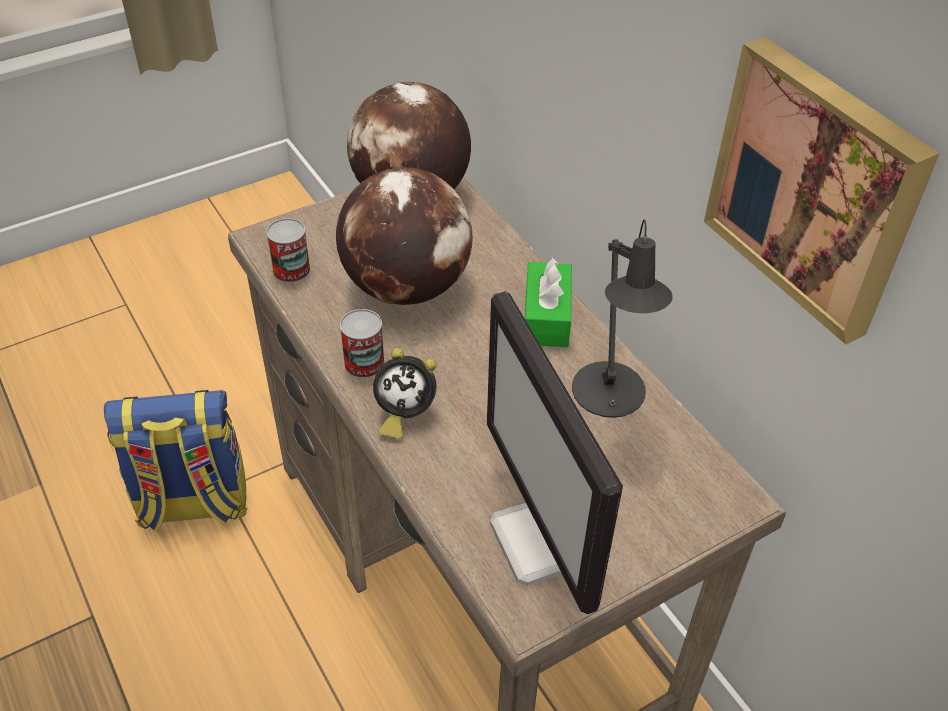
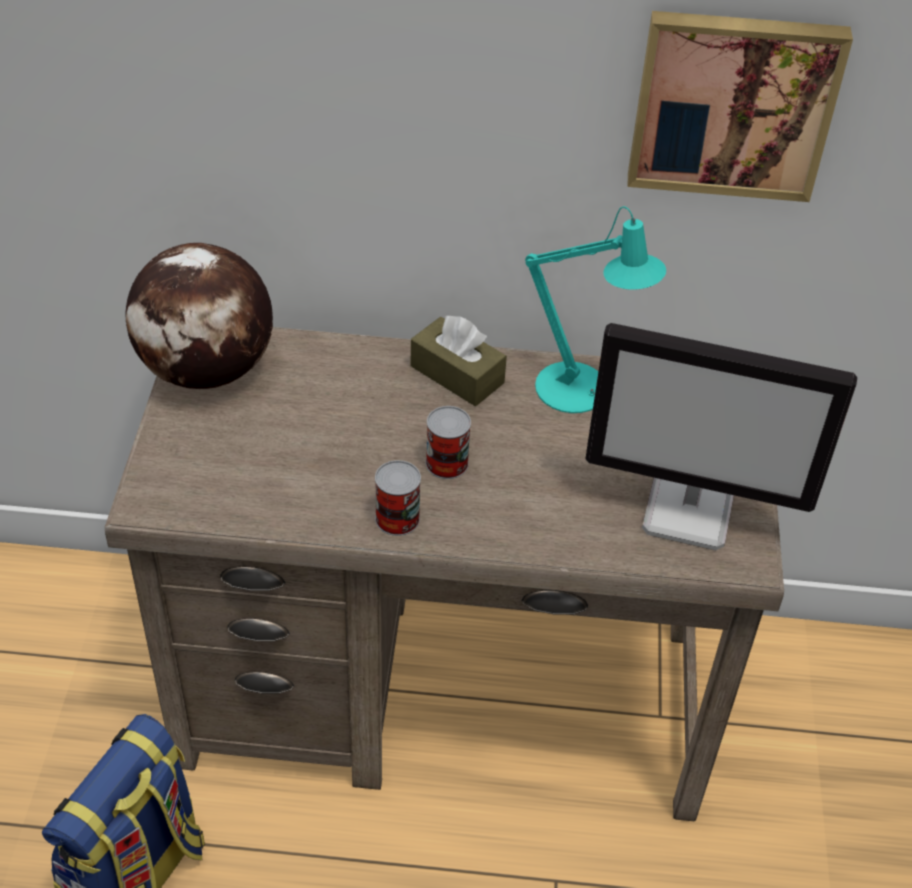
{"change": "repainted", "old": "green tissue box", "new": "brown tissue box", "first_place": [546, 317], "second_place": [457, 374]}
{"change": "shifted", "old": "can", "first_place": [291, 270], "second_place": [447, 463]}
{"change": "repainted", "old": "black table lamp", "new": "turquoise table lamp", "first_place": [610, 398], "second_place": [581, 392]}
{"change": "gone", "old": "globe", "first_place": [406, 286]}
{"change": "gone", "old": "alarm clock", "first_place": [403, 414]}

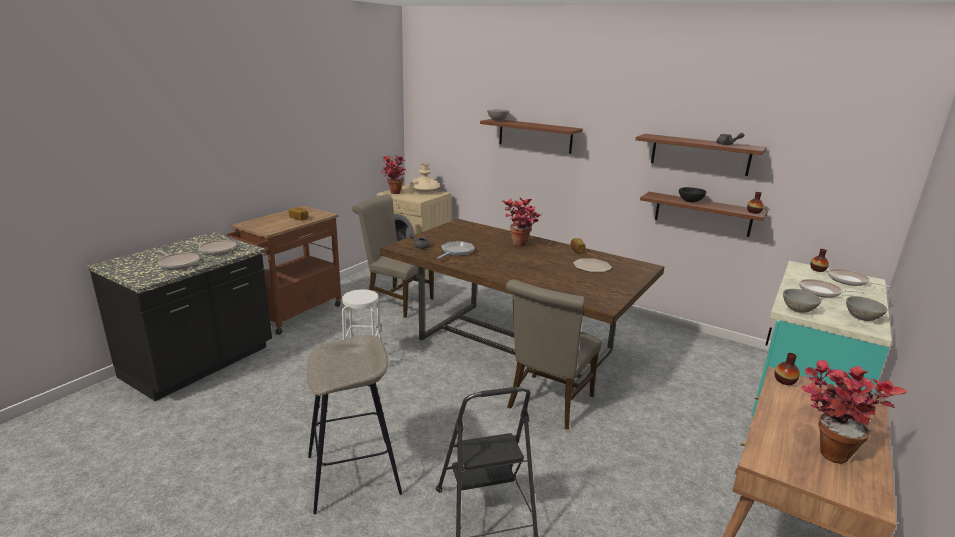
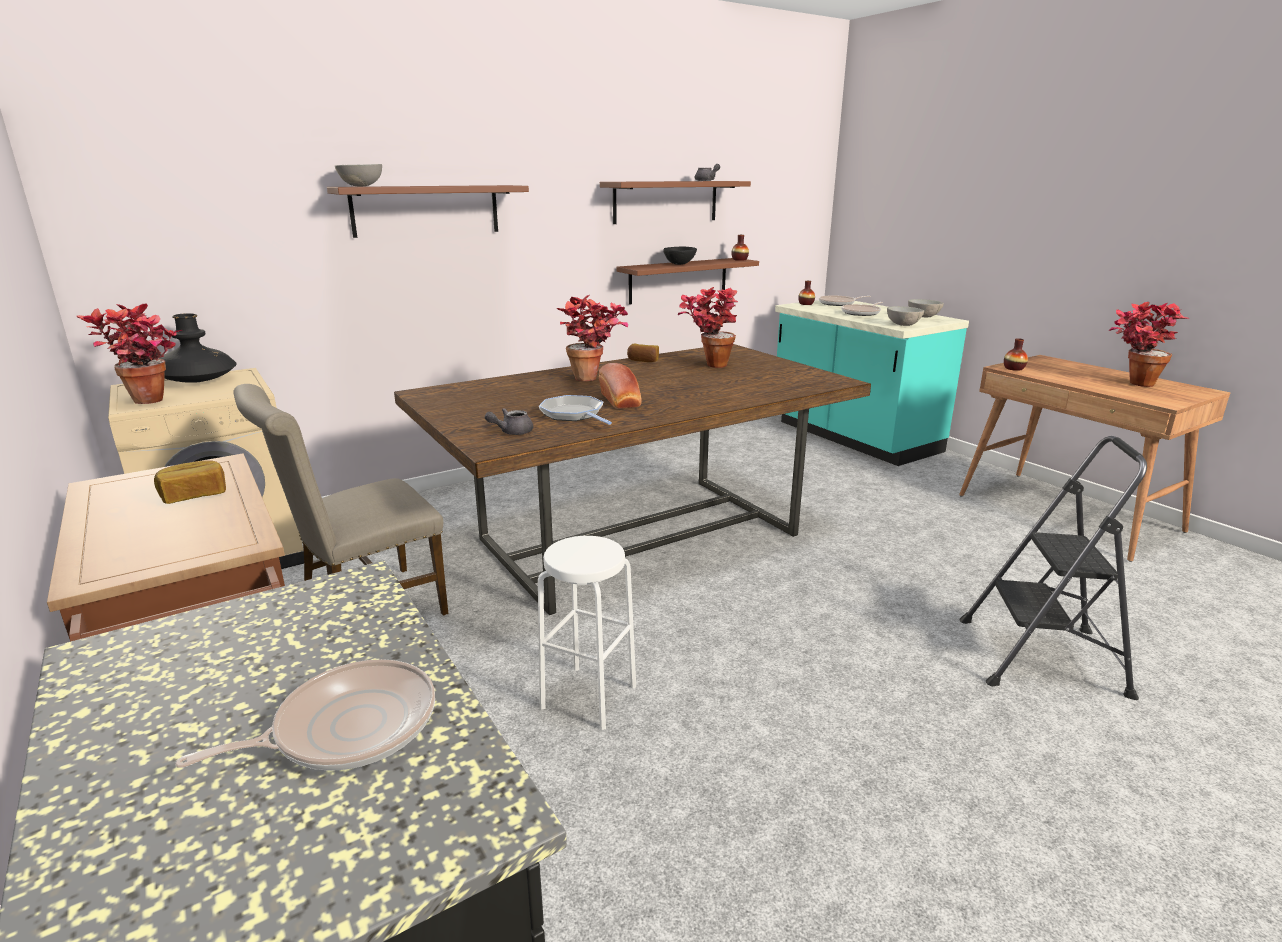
{"change": "repainted", "old": "beige vase", "new": "black vase", "first_place": [424, 191], "second_place": [197, 380]}
{"change": "new", "new": "bread", "second_place": [621, 401]}
{"change": "swapped", "old": "plate", "new": "potted plant", "first_place": [591, 266], "second_place": [708, 365]}
{"change": "gone", "old": "frying pan", "first_place": [216, 250]}
{"change": "gone", "old": "grey stool", "first_place": [353, 475]}
{"change": "gone", "old": "beige chair", "first_place": [548, 404]}

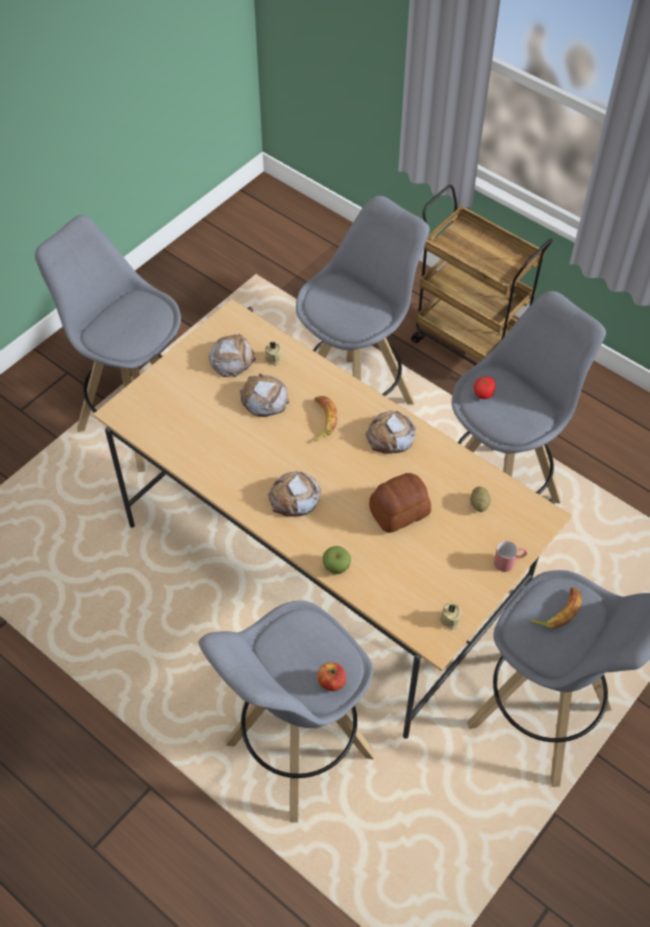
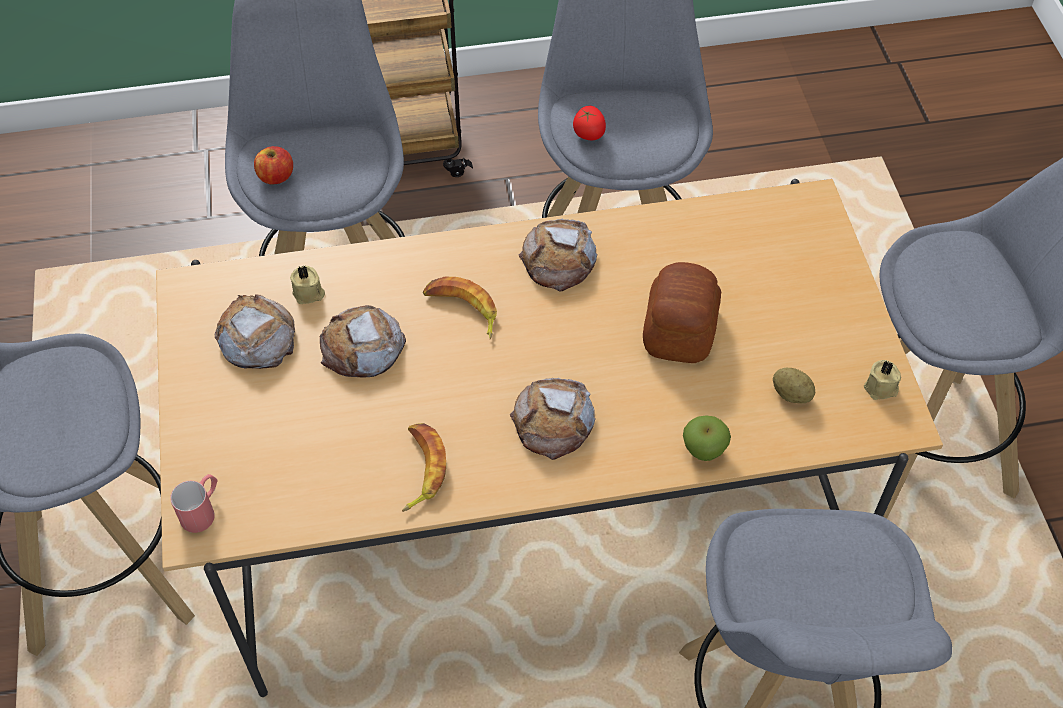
{"change": "shifted", "old": "red mug", "first_place": [509, 562], "second_place": [203, 510]}
{"change": "shifted", "old": "apple", "first_place": [331, 682], "second_place": [276, 176]}
{"change": "shifted", "old": "banana", "first_place": [558, 611], "second_place": [420, 469]}
{"change": "shifted", "old": "potato", "first_place": [479, 504], "second_place": [791, 394]}

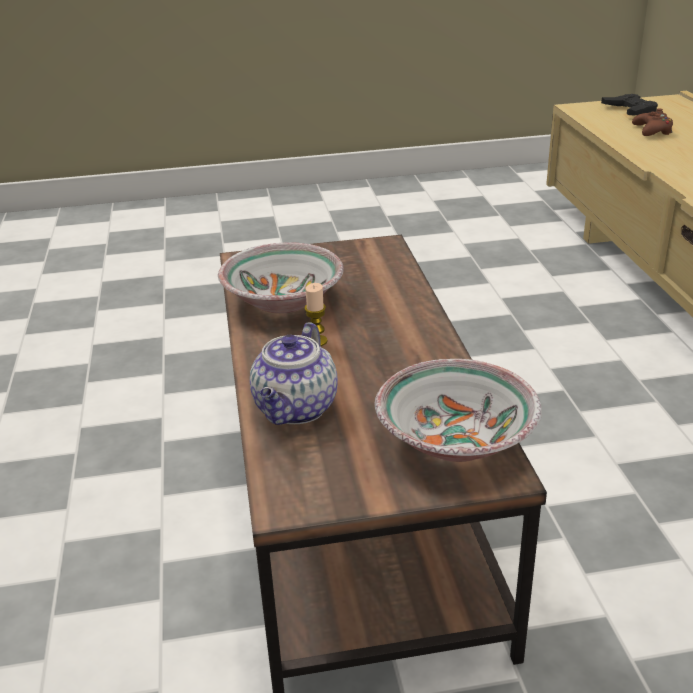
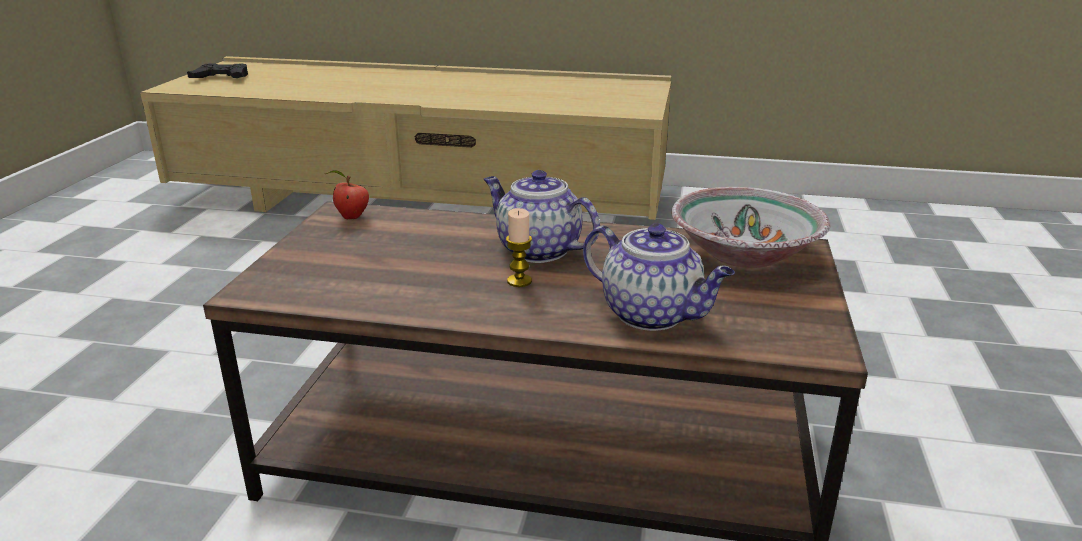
{"change": "new", "new": "apple", "second_place": [350, 217]}
{"change": "new", "new": "teapot", "second_place": [536, 250]}
{"change": "gone", "old": "bowl", "first_place": [284, 300]}
{"change": "gone", "old": "brown game controller", "first_place": [652, 131]}

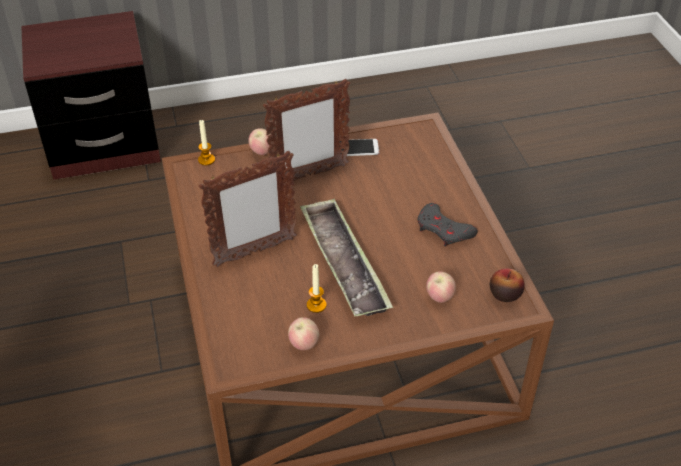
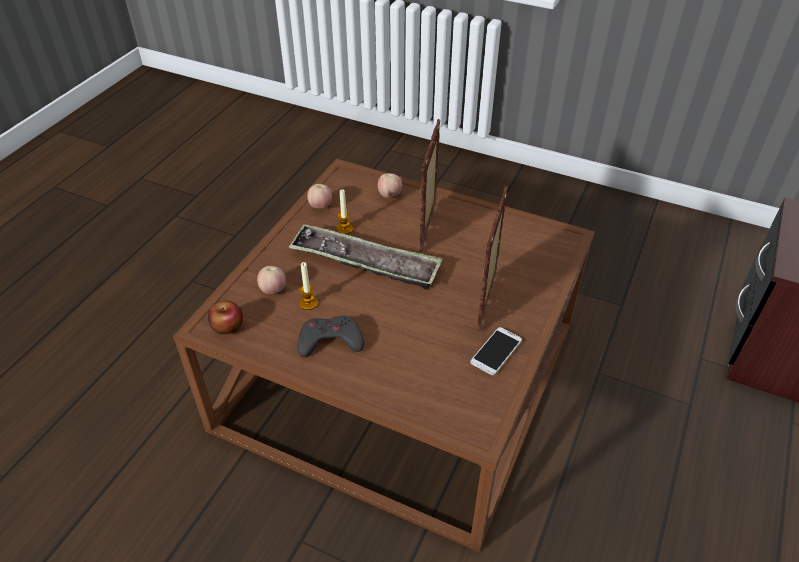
{"change": "shifted", "old": "candle", "first_place": [206, 160], "second_place": [308, 303]}
{"change": "shifted", "old": "apple", "first_place": [261, 152], "second_place": [389, 195]}

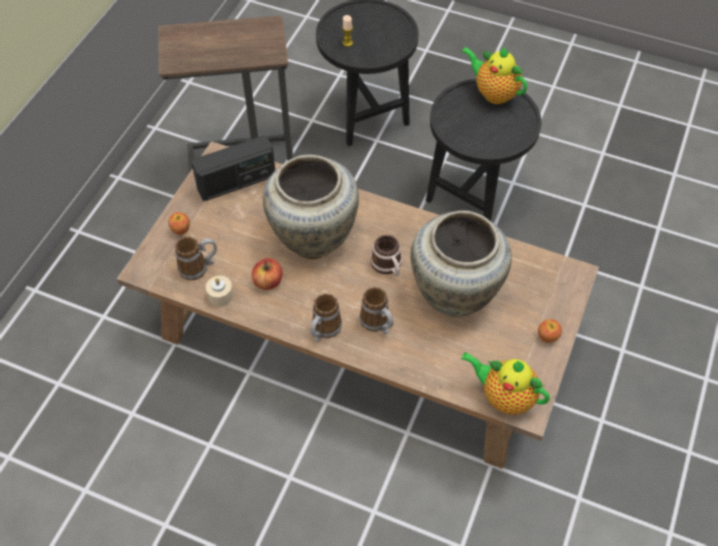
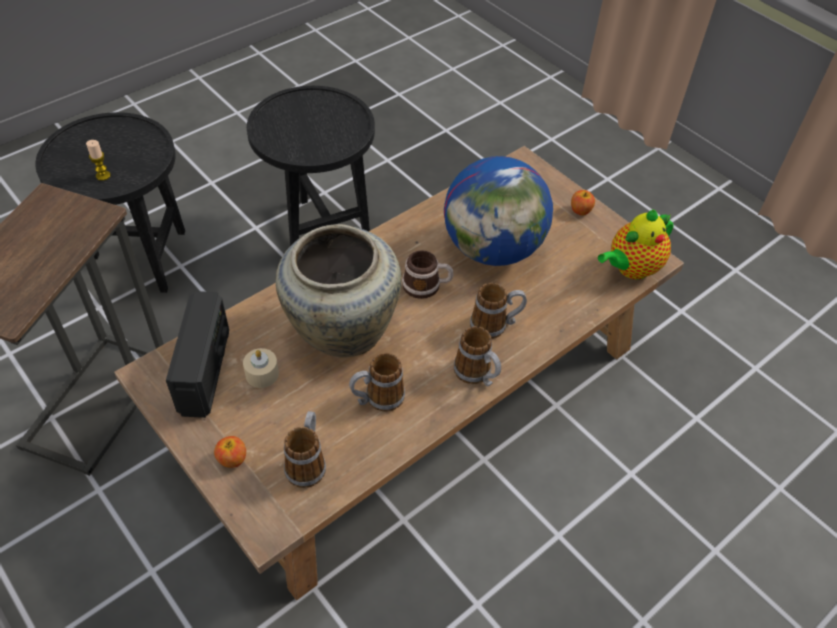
{"change": "shifted", "old": "beige candle", "first_place": [220, 295], "second_place": [262, 374]}
{"change": "swapped", "old": "apple", "new": "mug", "first_place": [268, 282], "second_place": [377, 399]}
{"change": "swapped", "old": "beige vase", "new": "globe", "first_place": [456, 292], "second_place": [493, 249]}
{"change": "gone", "old": "teapot", "first_place": [493, 93]}

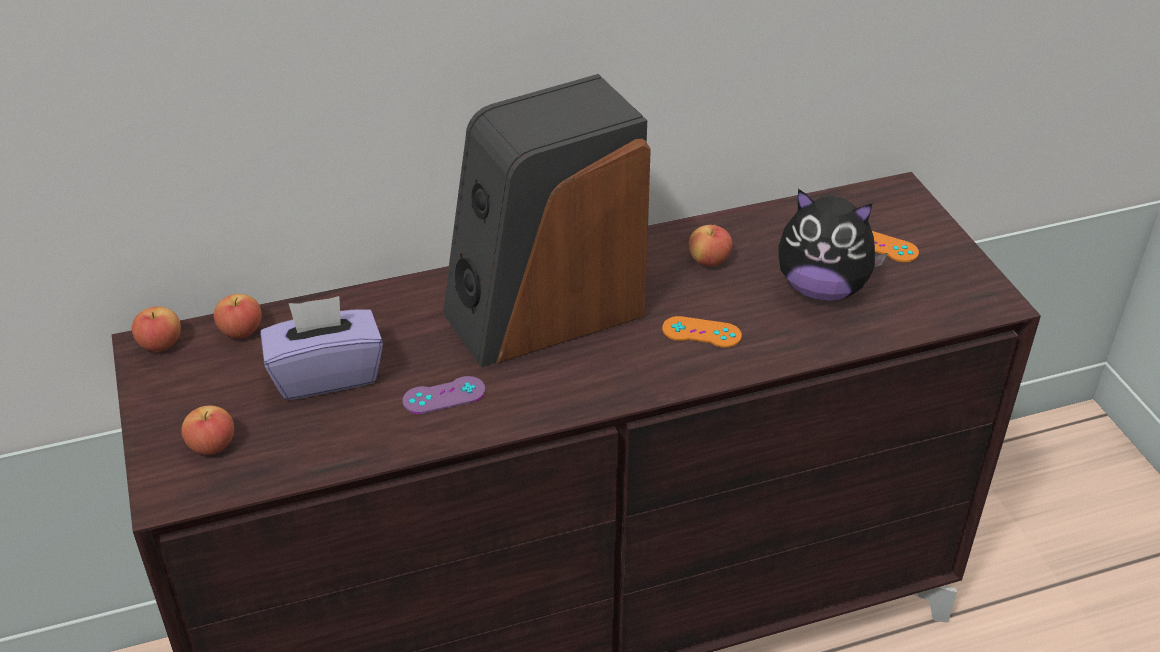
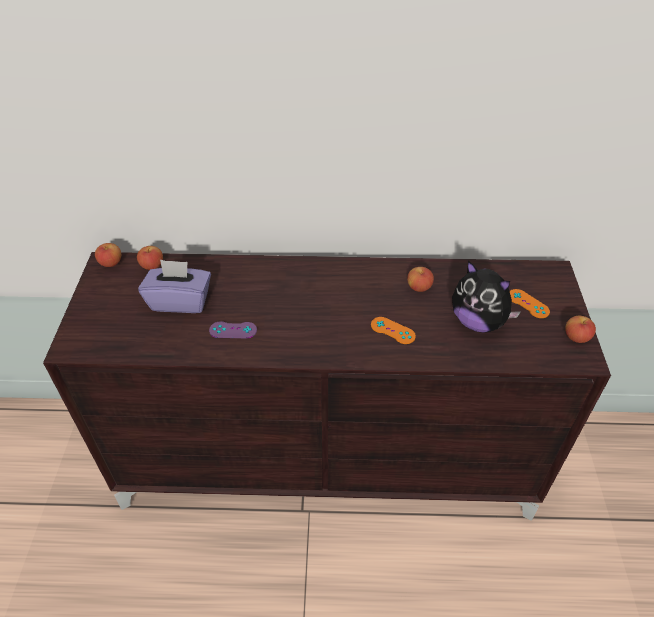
{"change": "shifted", "old": "apple", "first_place": [212, 445], "second_place": [576, 337]}
{"change": "gone", "old": "speaker", "first_place": [544, 311]}

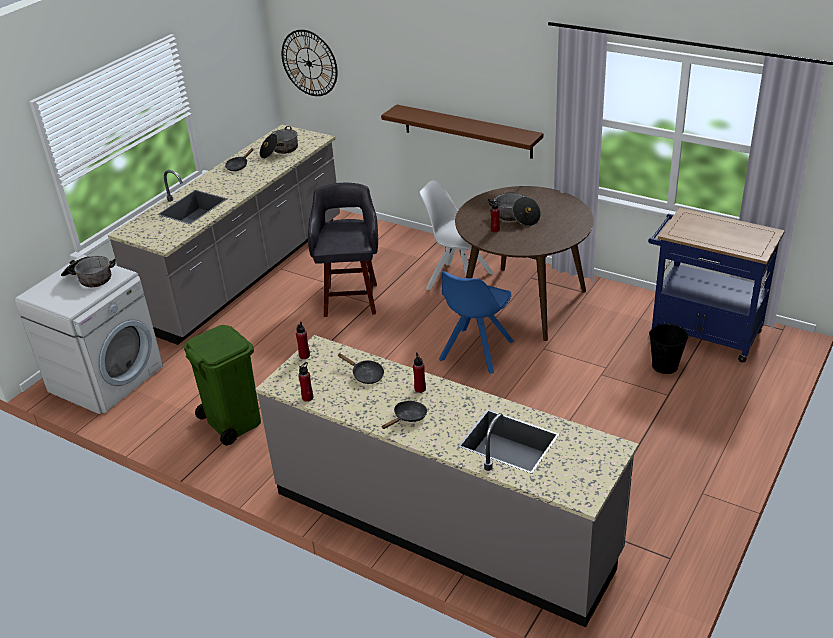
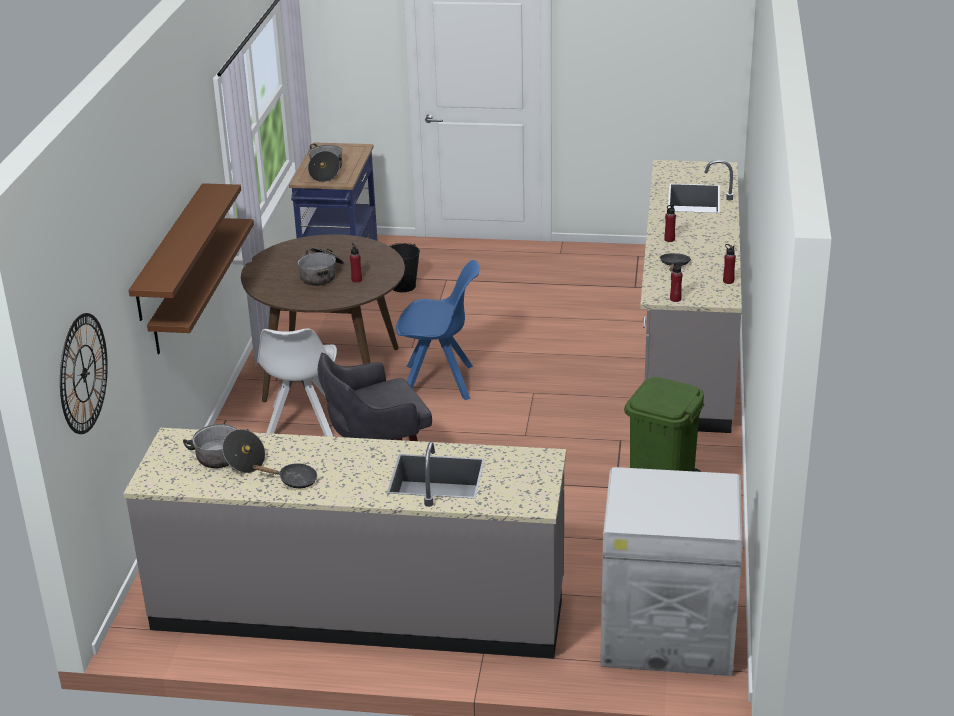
{"change": "new", "new": "brown shelf", "second_place": [170, 251]}
{"change": "shifted", "old": "cooking pot", "first_place": [90, 278], "second_place": [325, 171]}
{"change": "gone", "old": "black frying pan", "first_place": [408, 417]}

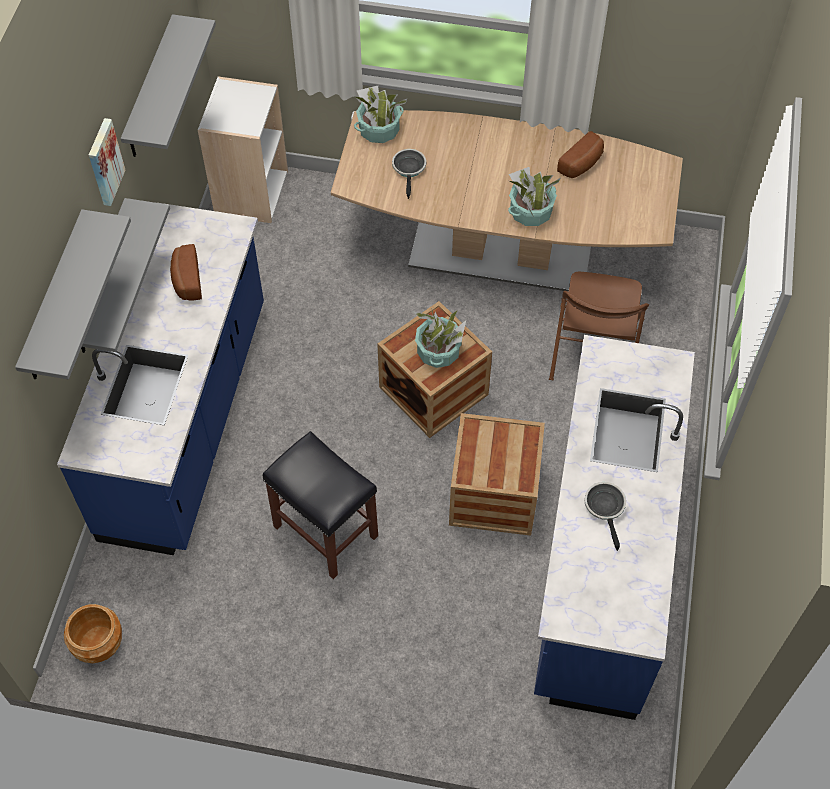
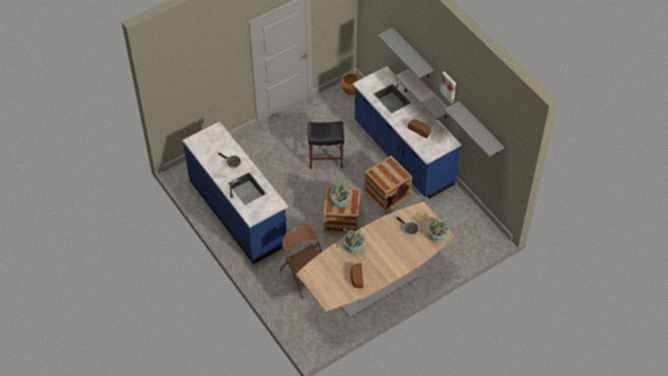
{"change": "shifted", "old": "crate", "first_place": [494, 494], "second_place": [387, 194]}
{"change": "gone", "old": "white bookcase", "first_place": [250, 191]}

